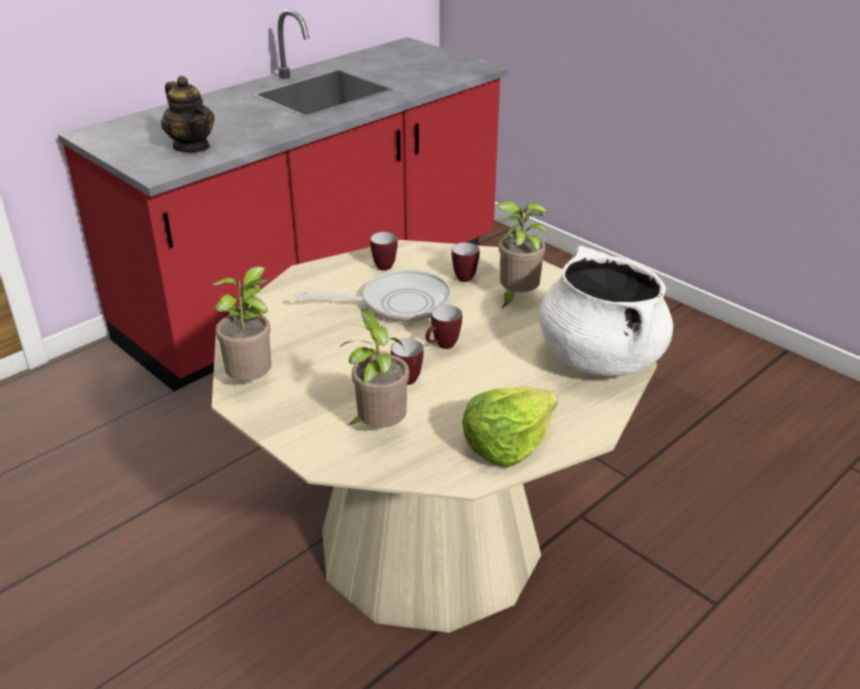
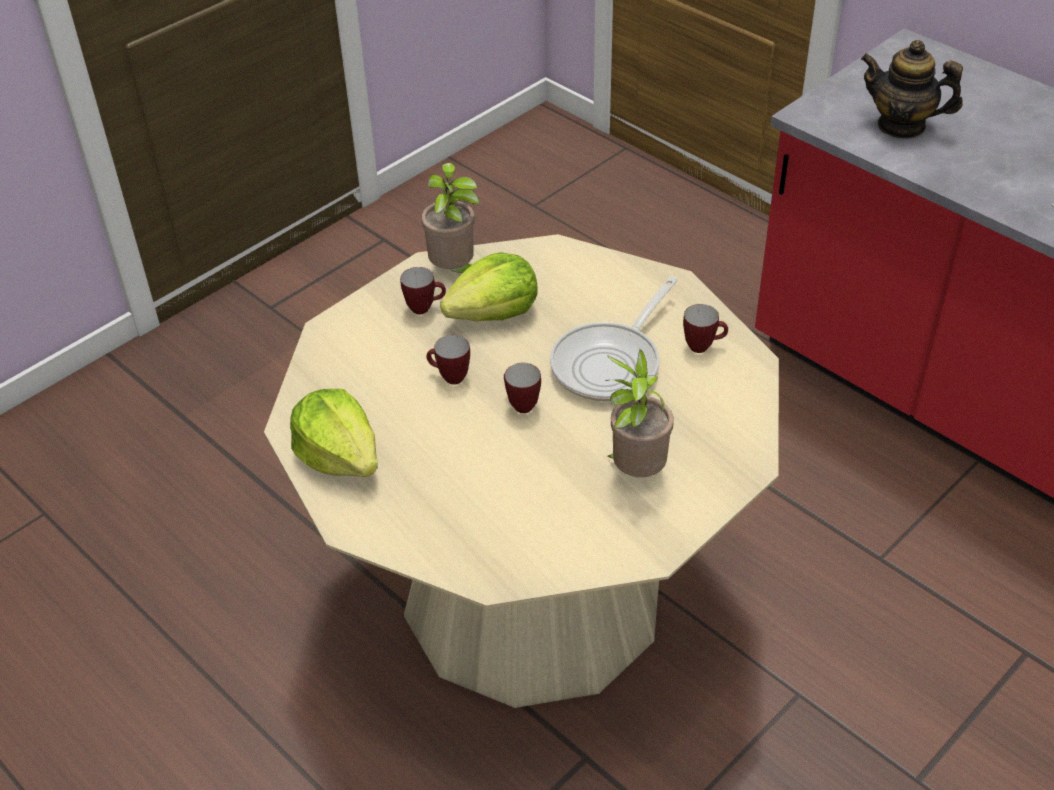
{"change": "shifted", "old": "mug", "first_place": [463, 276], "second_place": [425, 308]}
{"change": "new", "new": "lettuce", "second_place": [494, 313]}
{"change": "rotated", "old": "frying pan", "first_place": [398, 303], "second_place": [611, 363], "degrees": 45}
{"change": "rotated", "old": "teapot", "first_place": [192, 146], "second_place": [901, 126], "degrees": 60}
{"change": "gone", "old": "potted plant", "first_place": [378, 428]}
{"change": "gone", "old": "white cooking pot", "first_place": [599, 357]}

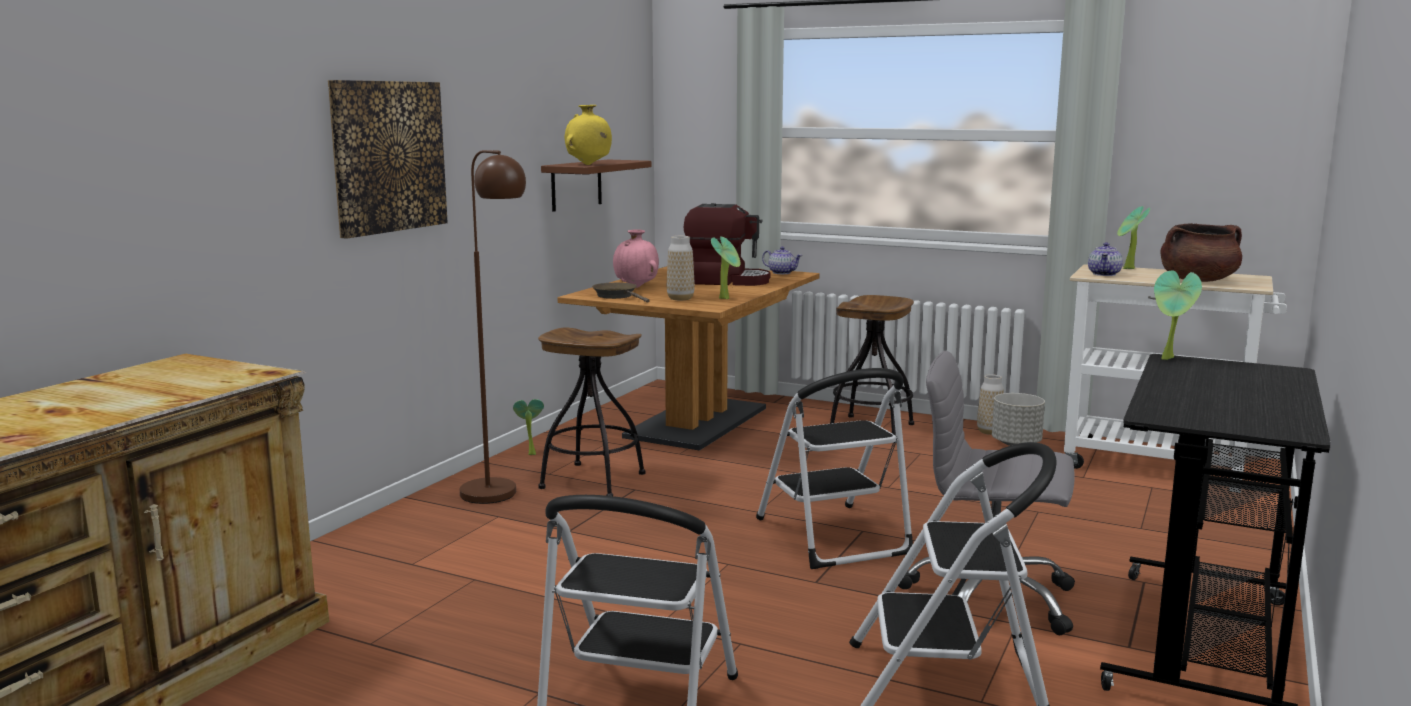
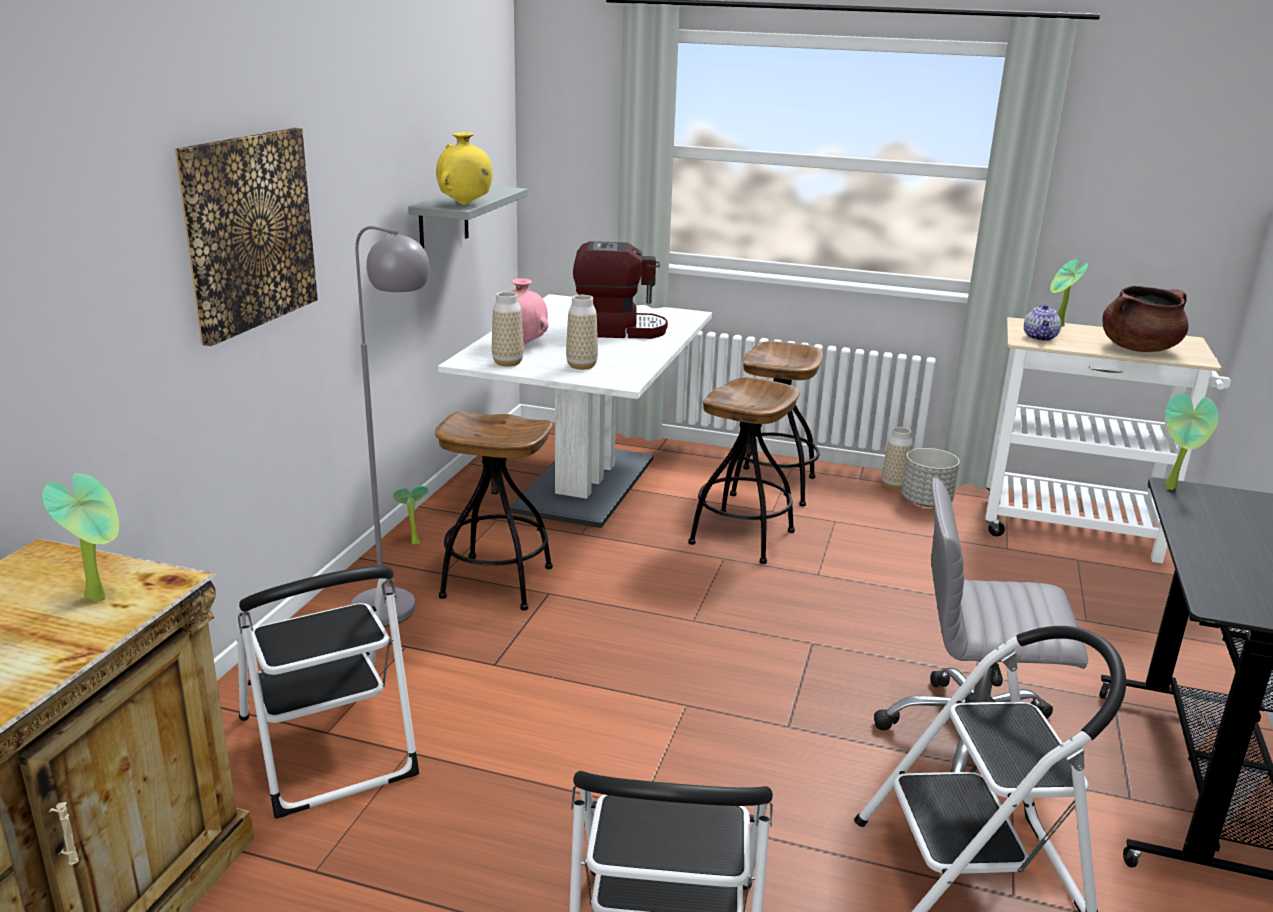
{"change": "shifted", "old": "potted plant", "first_place": [726, 298], "second_place": [101, 596]}
{"change": "shifted", "old": "step ladder", "first_place": [833, 538], "second_place": [327, 750]}
{"change": "repainted", "old": "brown floor lamp", "new": "grey floor lamp", "first_place": [498, 498], "second_place": [397, 617]}
{"change": "repainted", "old": "brown shelf", "new": "grey shelf", "first_place": [576, 185], "second_place": [443, 221]}
{"change": "repainted", "old": "brown dining table", "new": "white dining table", "first_place": [697, 422], "second_place": [585, 484]}
{"change": "swapped", "old": "brown frying pan", "new": "vase", "first_place": [617, 296], "second_place": [507, 363]}
{"change": "new", "new": "brown stool", "second_place": [741, 537]}
{"change": "gone", "old": "teapot", "first_place": [782, 273]}

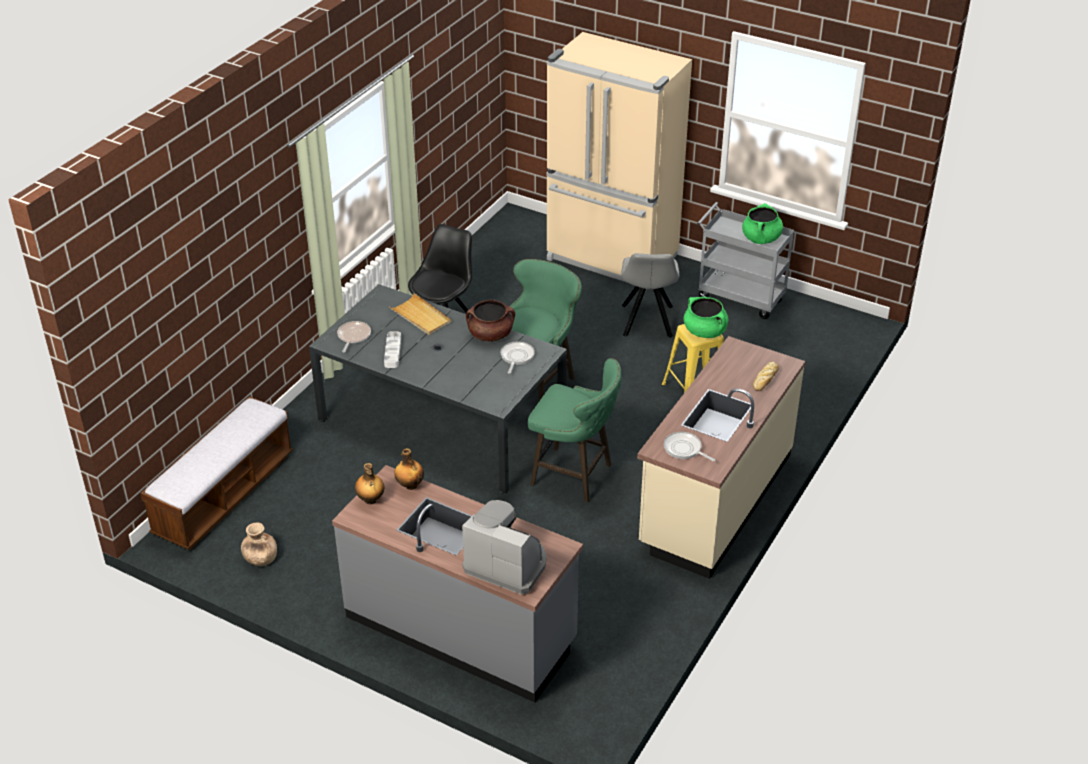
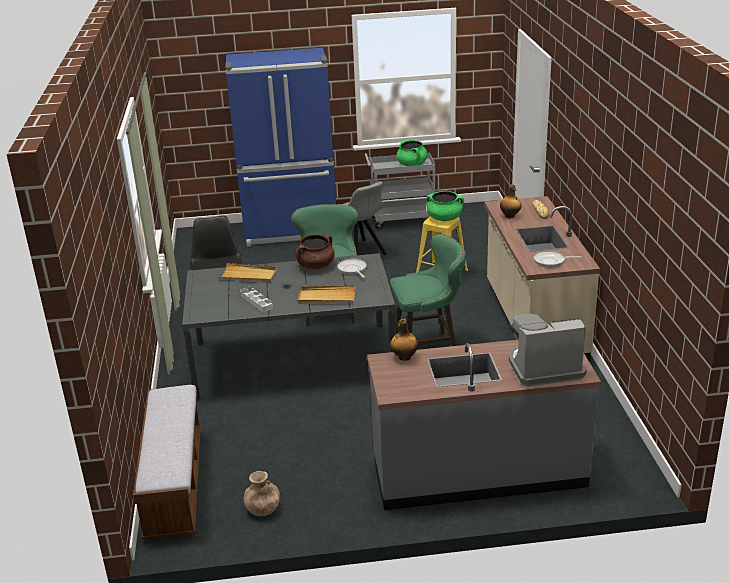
{"change": "repainted", "old": "beige fridge", "new": "blue fridge", "first_place": [611, 259], "second_place": [291, 231]}
{"change": "new", "new": "beige tray", "second_place": [326, 297]}
{"change": "shifted", "old": "bottle", "first_place": [370, 500], "second_place": [510, 216]}
{"change": "gone", "old": "frying pan", "first_place": [353, 336]}

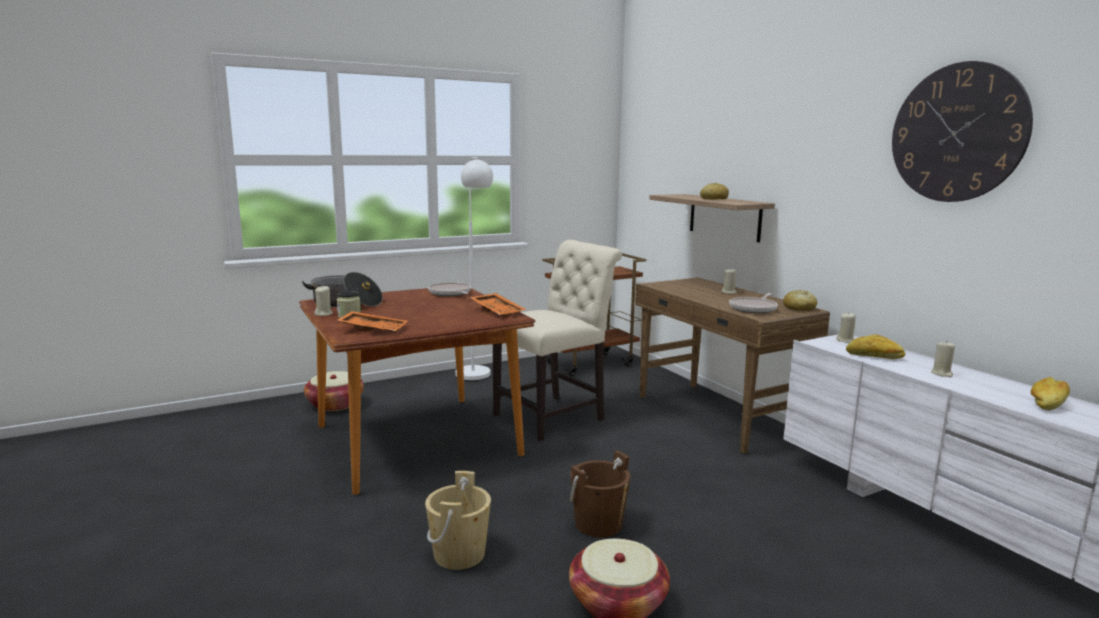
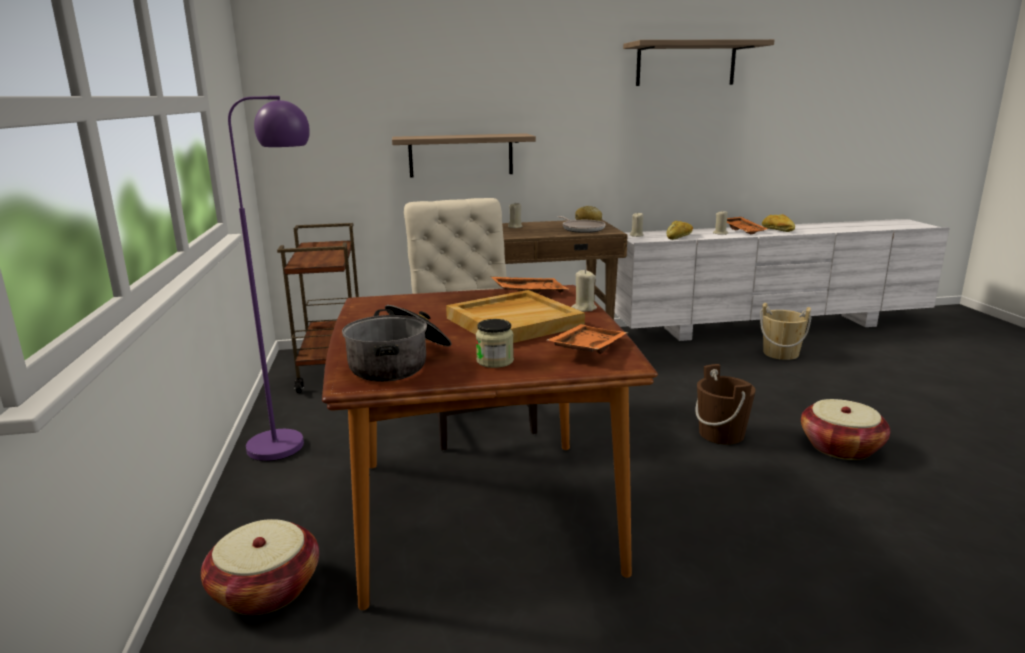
{"change": "repainted", "old": "white floor lamp", "new": "purple floor lamp", "first_place": [475, 378], "second_place": [293, 447]}
{"change": "new", "new": "beige tray", "second_place": [514, 322]}
{"change": "shifted", "old": "beige candle", "first_place": [324, 314], "second_place": [584, 308]}
{"change": "swapped", "old": "wall clock", "new": "shelf", "first_place": [957, 133], "second_place": [686, 64]}
{"change": "new", "new": "orange tray", "second_place": [744, 230]}
{"change": "shifted", "old": "beige bucket", "first_place": [459, 554], "second_place": [780, 353]}
{"change": "gone", "old": "frying pan", "first_place": [450, 293]}
{"change": "gone", "old": "bread", "first_place": [714, 199]}

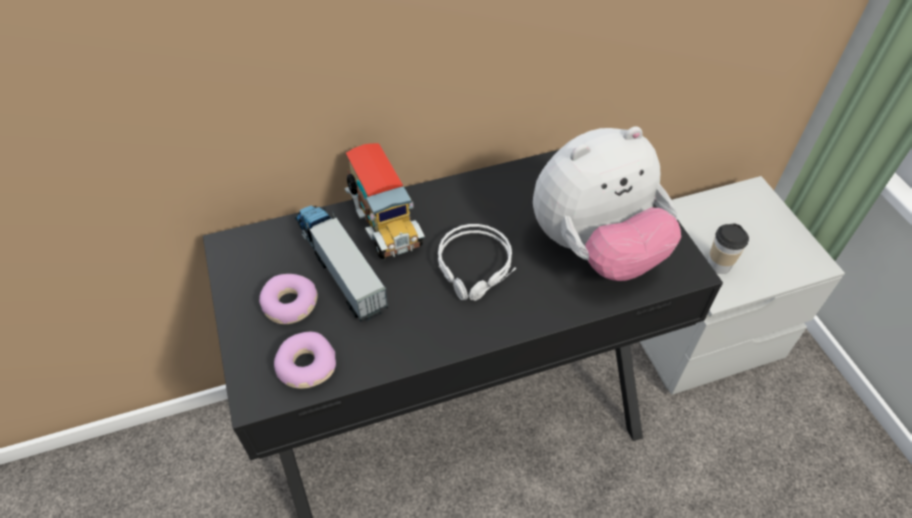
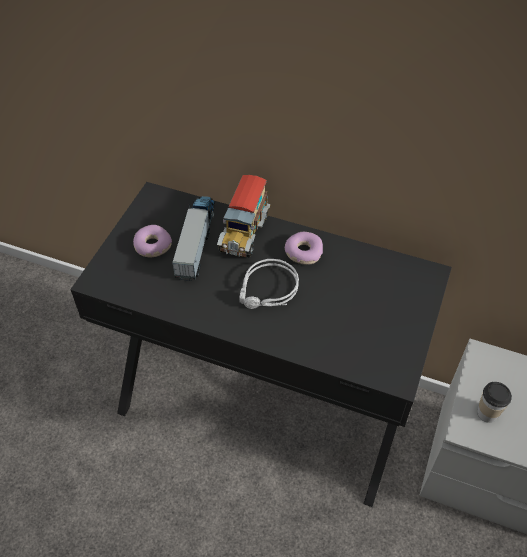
{"change": "shifted", "old": "donut", "first_place": [306, 366], "second_place": [303, 252]}
{"change": "gone", "old": "plush toy", "first_place": [596, 249]}

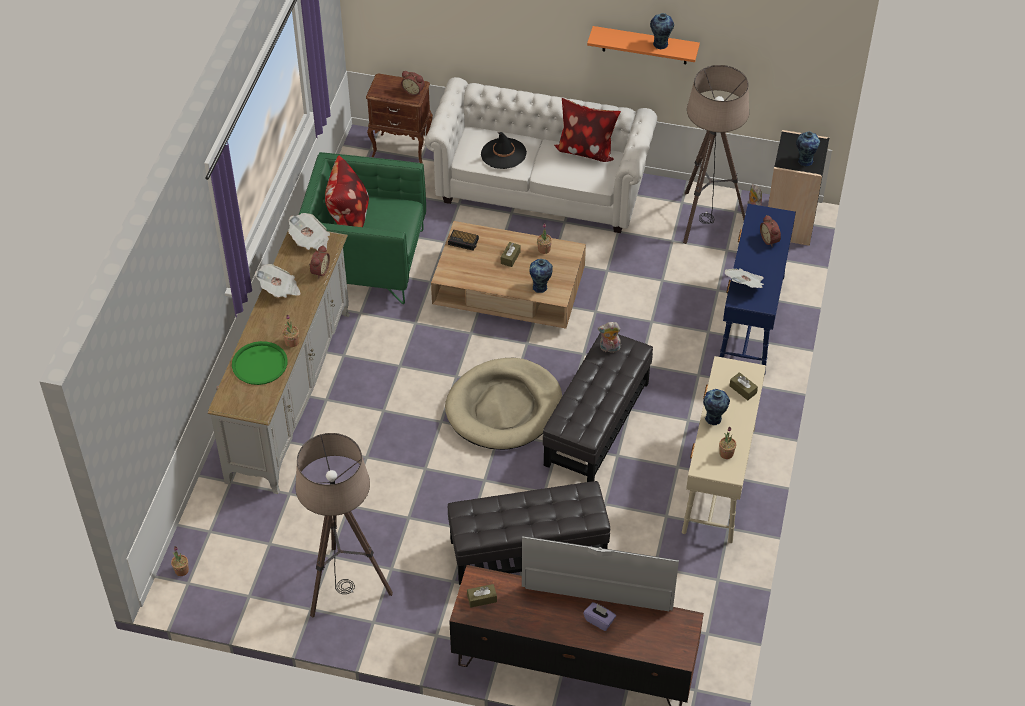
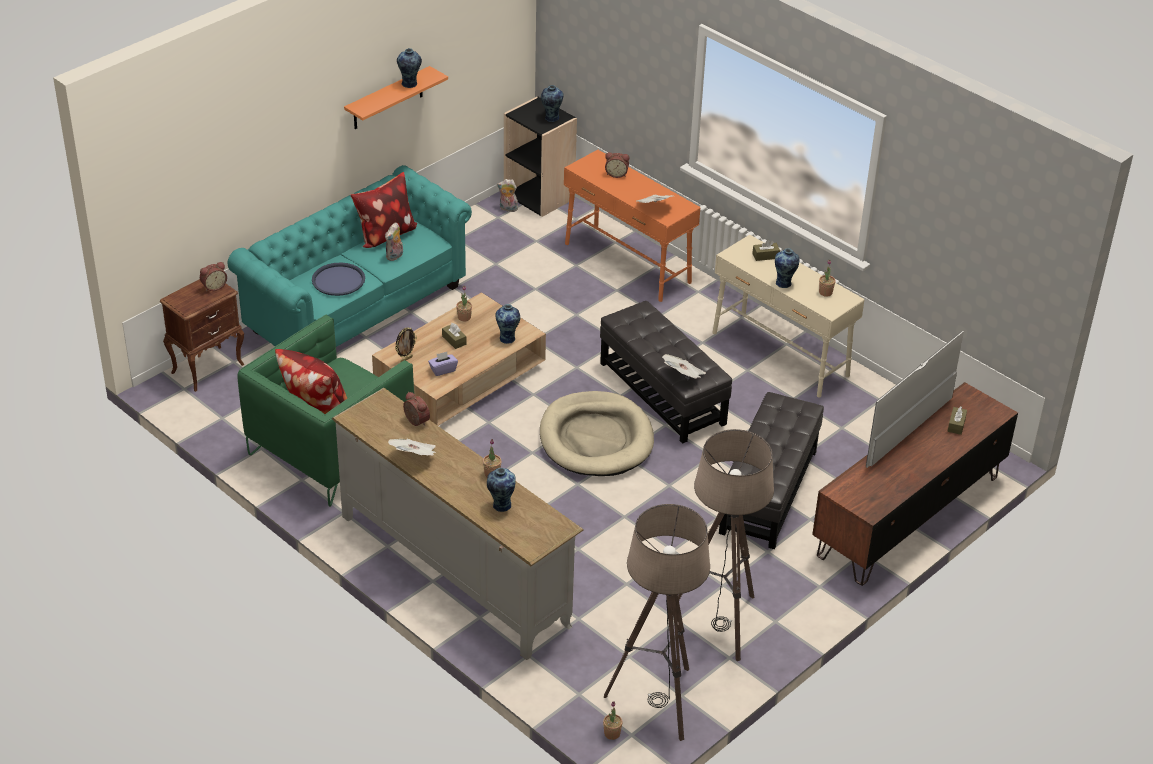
{"change": "repainted", "old": "white sofa", "new": "turquoise sofa", "first_place": [540, 190], "second_place": [356, 308]}
{"change": "swapped", "old": "black hat", "new": "blue tray", "first_place": [503, 153], "second_place": [338, 280]}
{"change": "shifted", "old": "plush toy", "first_place": [609, 349], "second_place": [395, 256]}
{"change": "swapped", "old": "alarm clock", "new": "picture frame", "first_place": [464, 242], "second_place": [406, 359]}
{"change": "shifted", "old": "purple tissue box", "first_place": [599, 620], "second_place": [443, 370]}
{"change": "swapped", "old": "green tray", "new": "vase", "first_place": [259, 364], "second_place": [501, 505]}
{"change": "repainted", "old": "blue console table", "new": "orange console table", "first_place": [750, 321], "second_place": [626, 264]}
{"change": "shifted", "old": "floor lamp", "first_place": [705, 219], "second_place": [657, 701]}
{"change": "shifted", "old": "newspaper", "first_place": [310, 241], "second_place": [683, 376]}
{"change": "shifted", "old": "brown tissue box", "first_place": [482, 599], "second_place": [956, 425]}

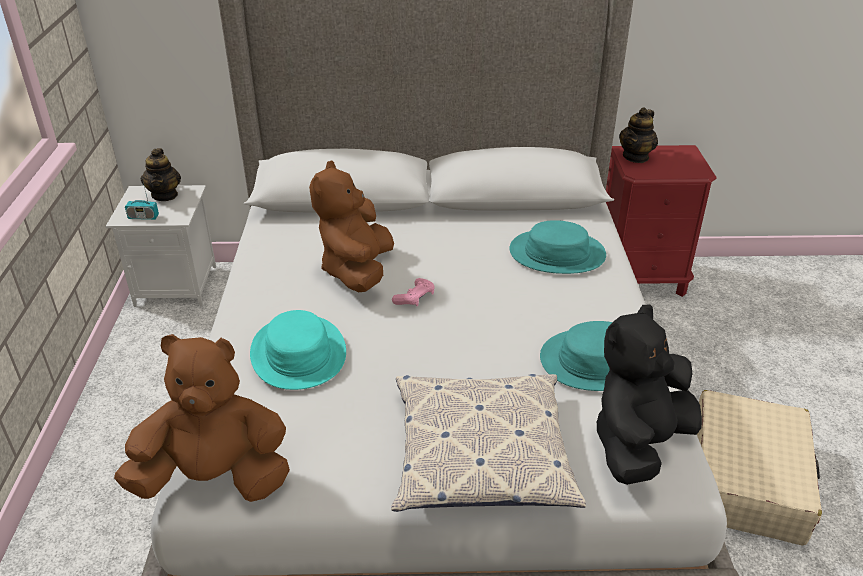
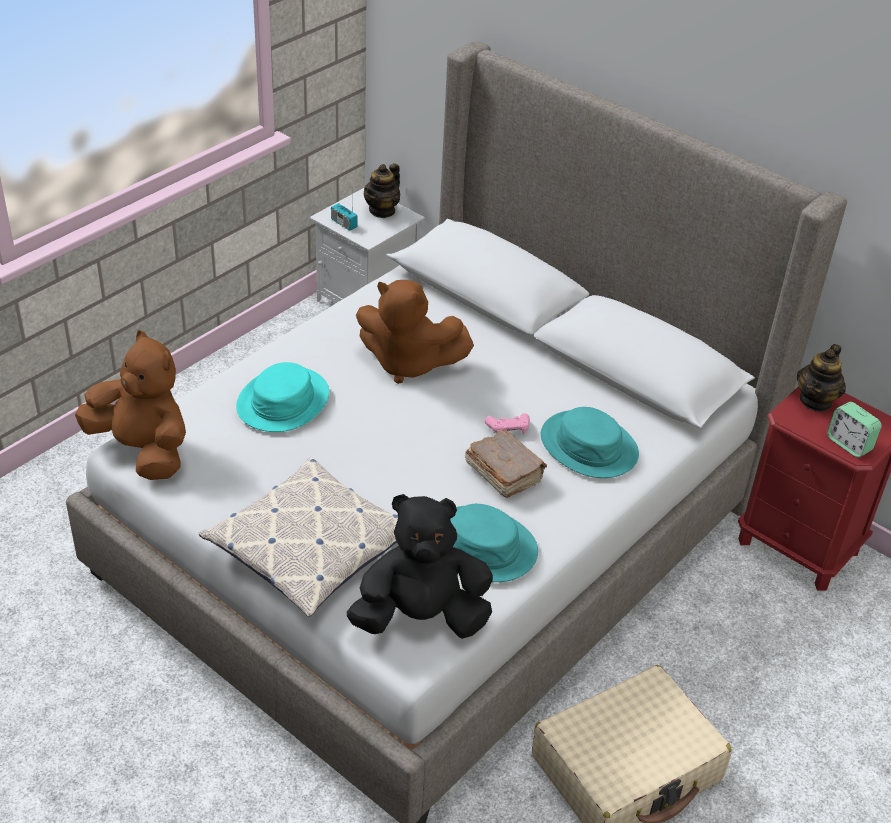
{"change": "rotated", "old": "brown plush toy", "first_place": [357, 271], "second_place": [408, 363], "degrees": -120}
{"change": "new", "new": "brown book", "second_place": [503, 473]}
{"change": "shifted", "old": "pink game controller", "first_place": [415, 298], "second_place": [508, 429]}
{"change": "rotated", "old": "teapot", "first_place": [636, 157], "second_place": [816, 401], "degrees": -45}
{"change": "new", "new": "alarm clock", "second_place": [849, 444]}

